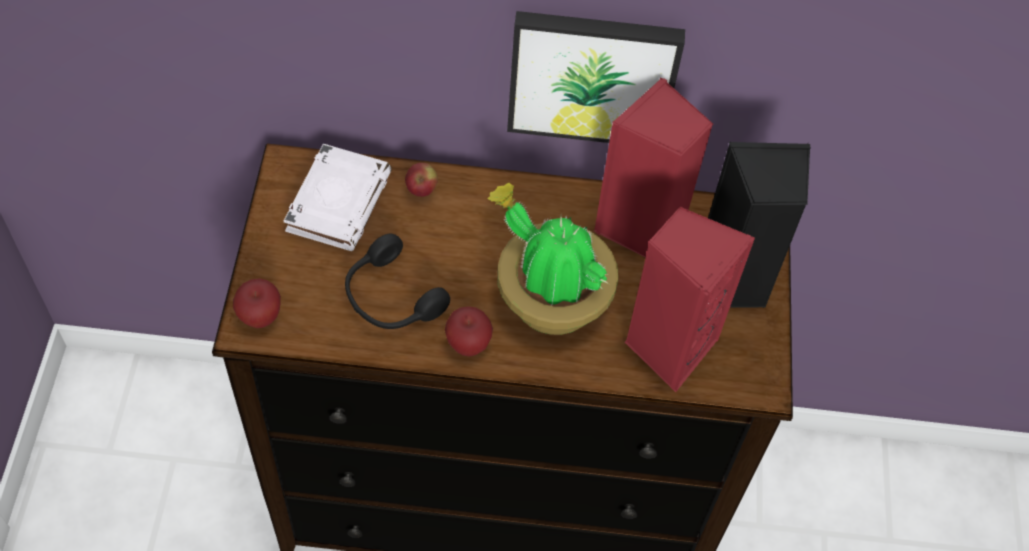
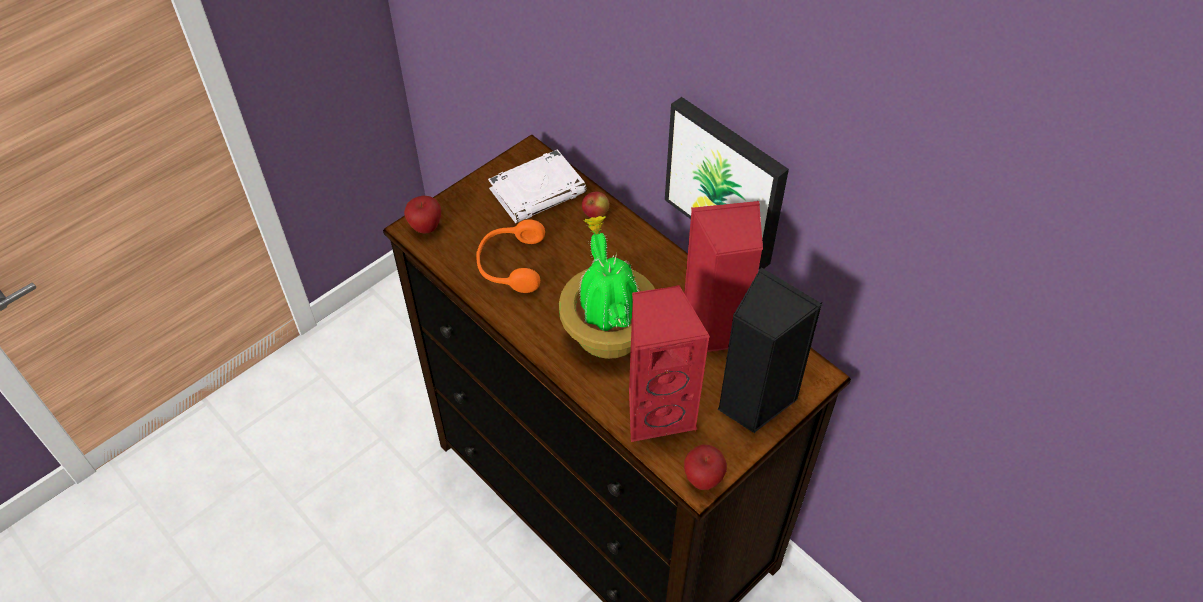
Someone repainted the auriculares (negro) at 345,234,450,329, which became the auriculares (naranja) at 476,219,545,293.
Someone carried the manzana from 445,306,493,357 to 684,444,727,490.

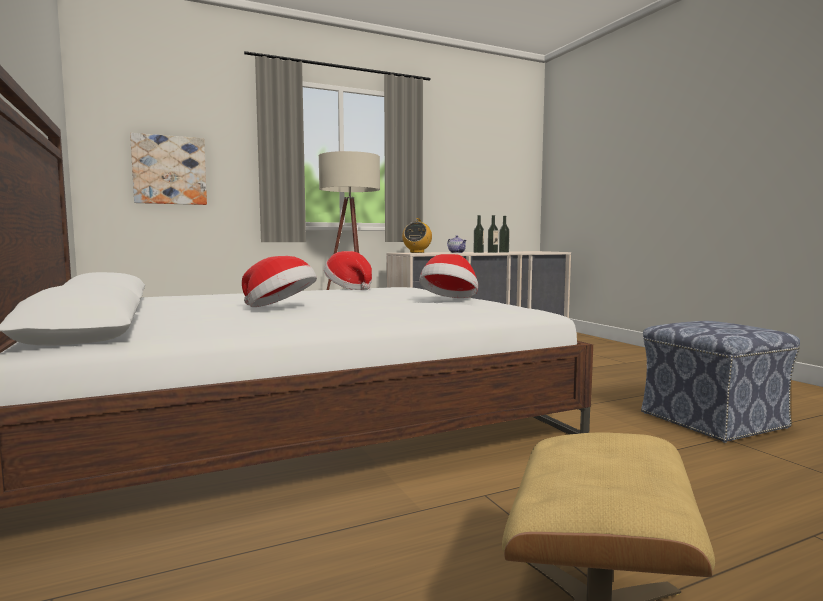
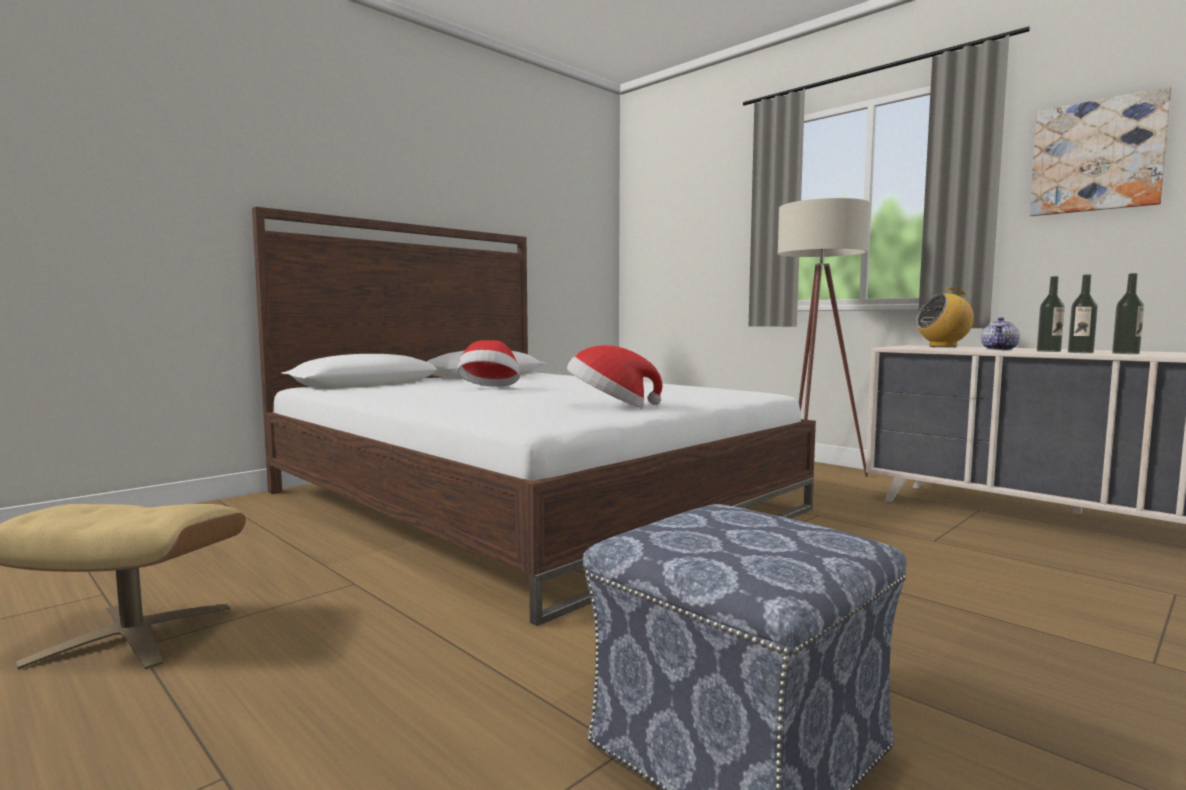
Someone carried the cuadro from 130,133,207,205 to 1029,86,1172,216.
Someone took away the sombrero at 324,251,372,290.

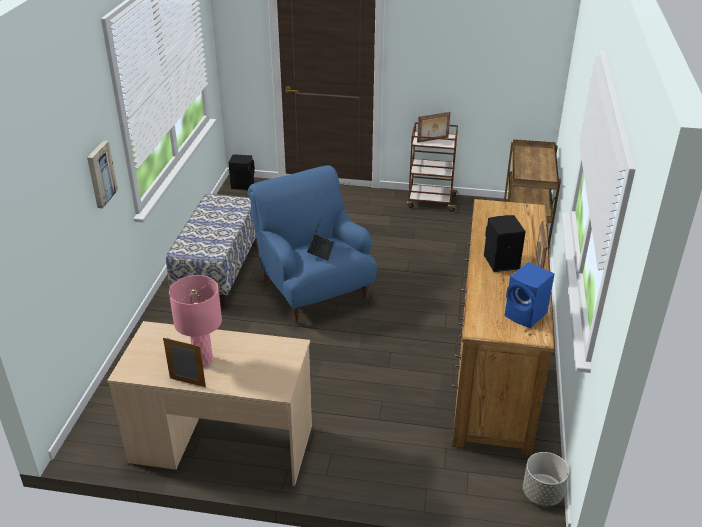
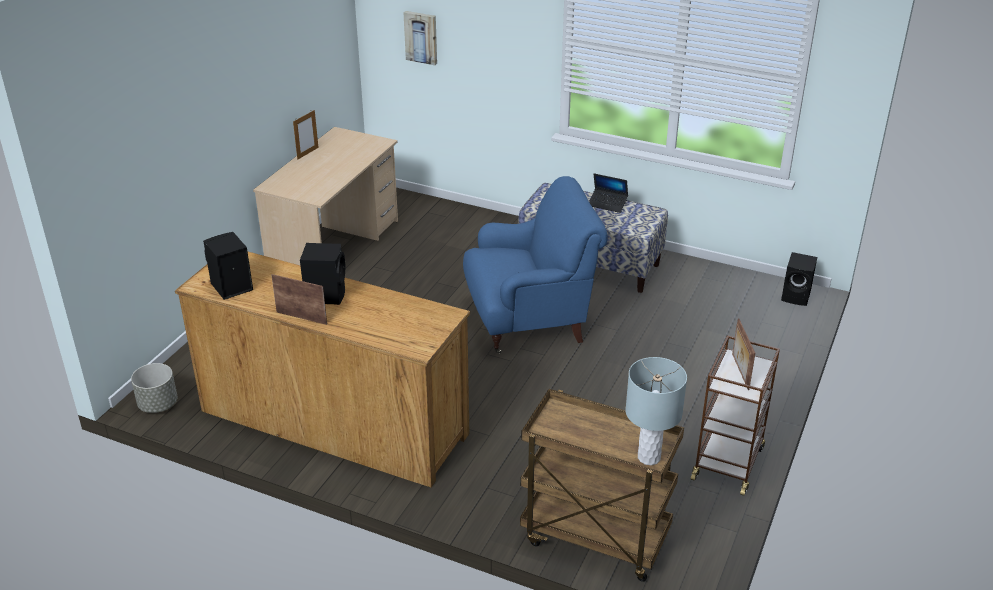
Someone repainted the altavoz (azul) at 504,262,555,328, which became the altavoz (negro) at 203,232,253,300.
Someone carried the cuadro from 87,140,118,208 to 403,11,437,65.
Someone carried the portátil from 307,219,334,260 to 589,173,628,213.
Someone put down the lámpara de mesa (gris) at 625,357,687,465.
Someone took away the lámpara de mesa (rosa) at 169,275,222,366.

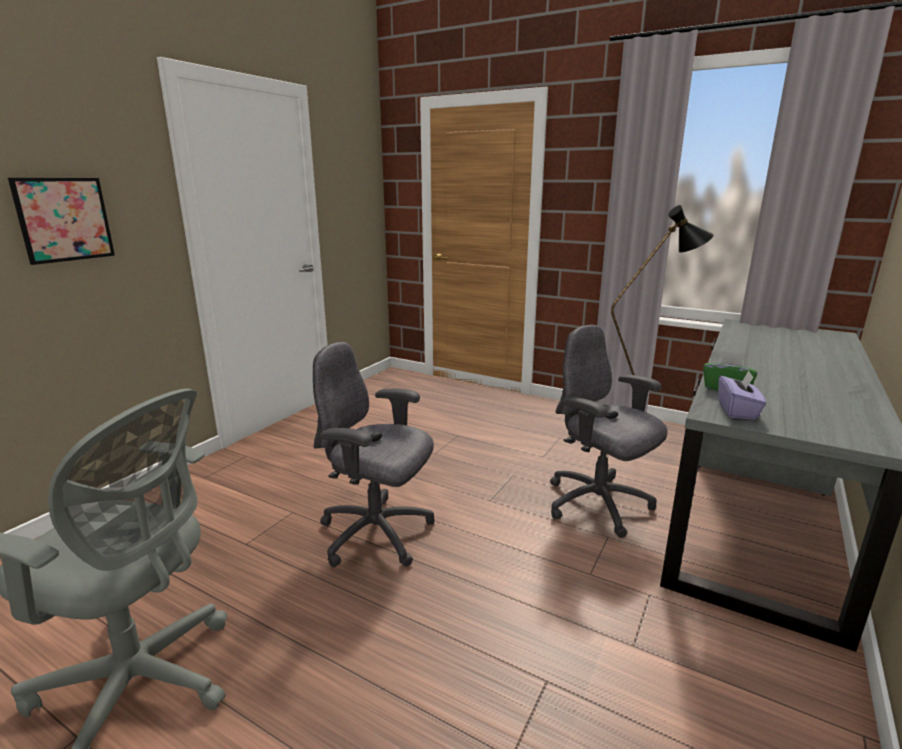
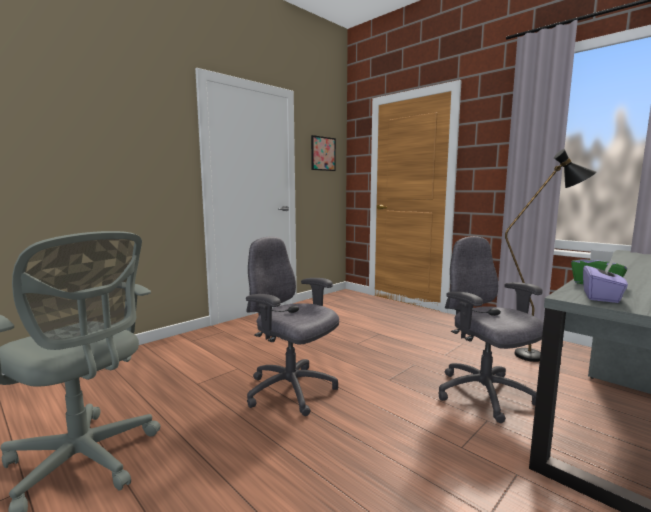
Someone carried the cuadro from 8,178,115,265 to 311,135,336,171.

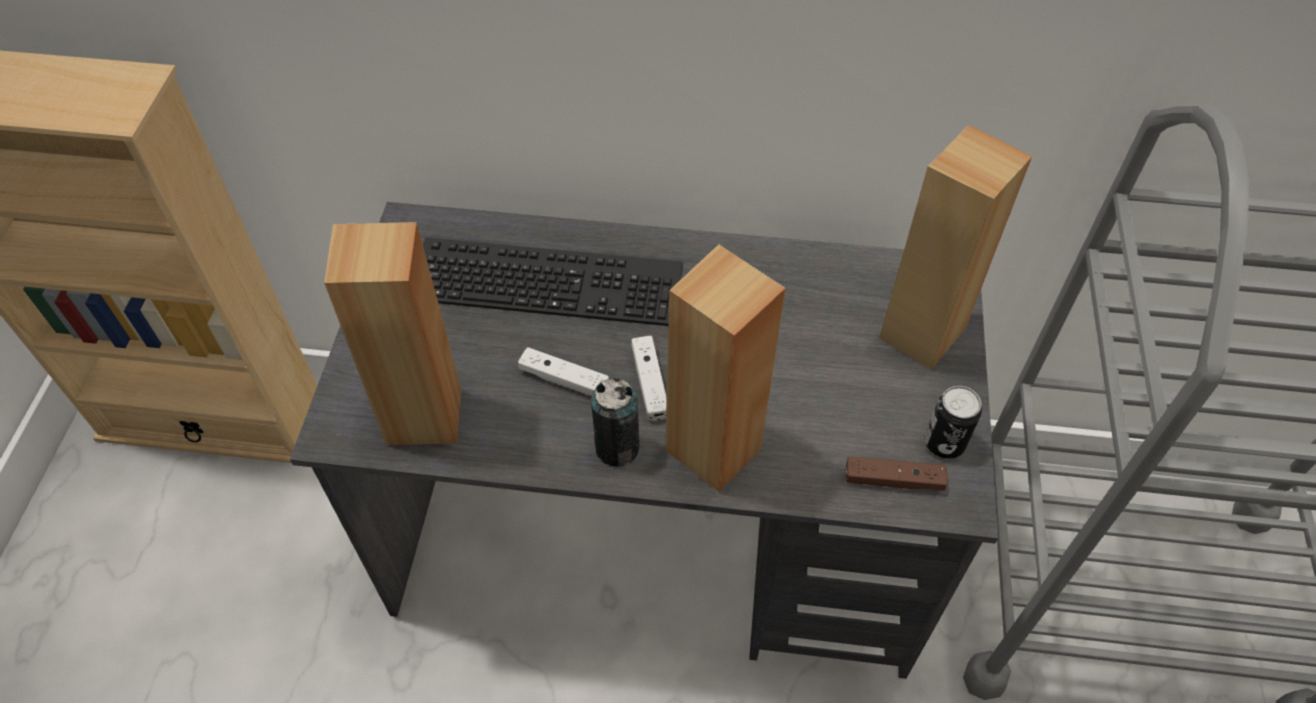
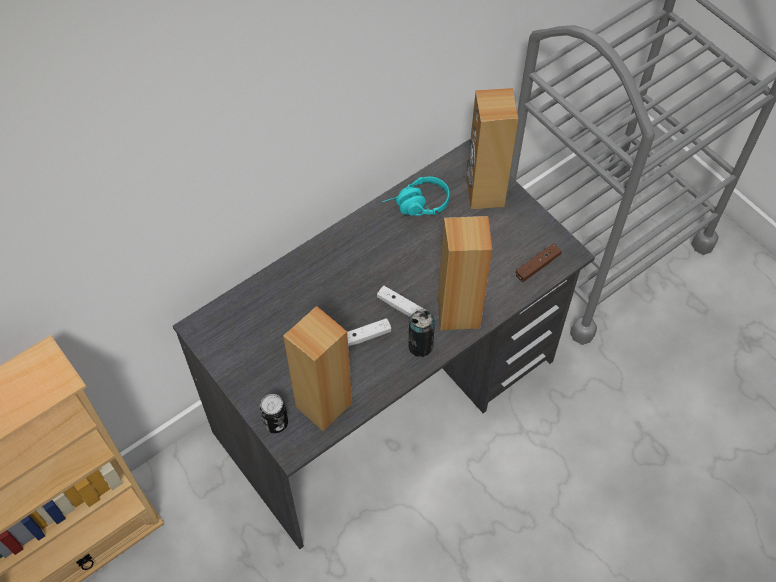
Someone carried the lata from 925,386,982,459 to 259,394,288,433.
Someone put down the auriculares (turquesa) at 382,177,450,216.
Someone took away the teclado at 423,237,683,326.

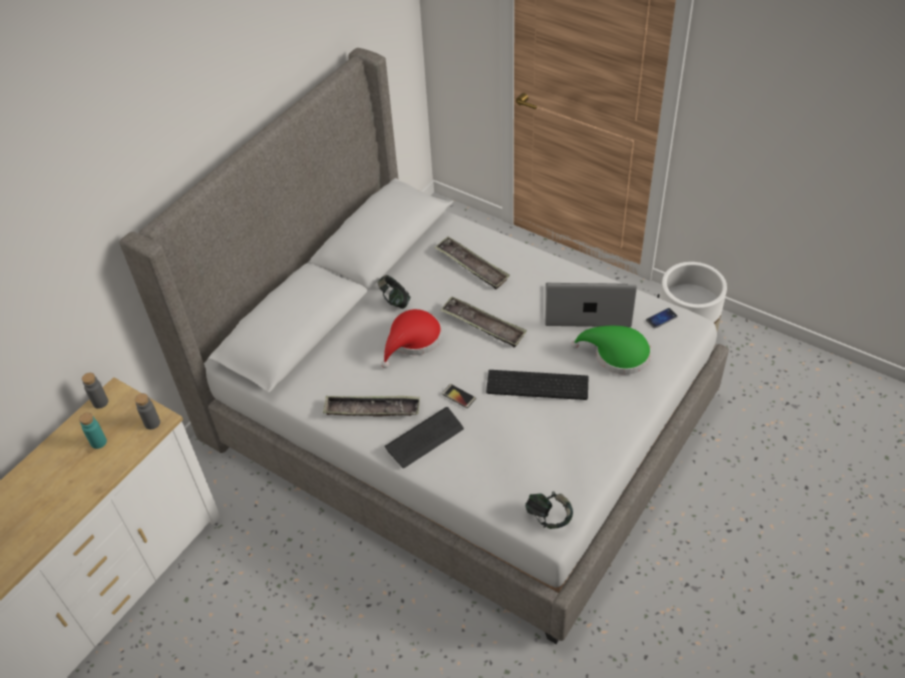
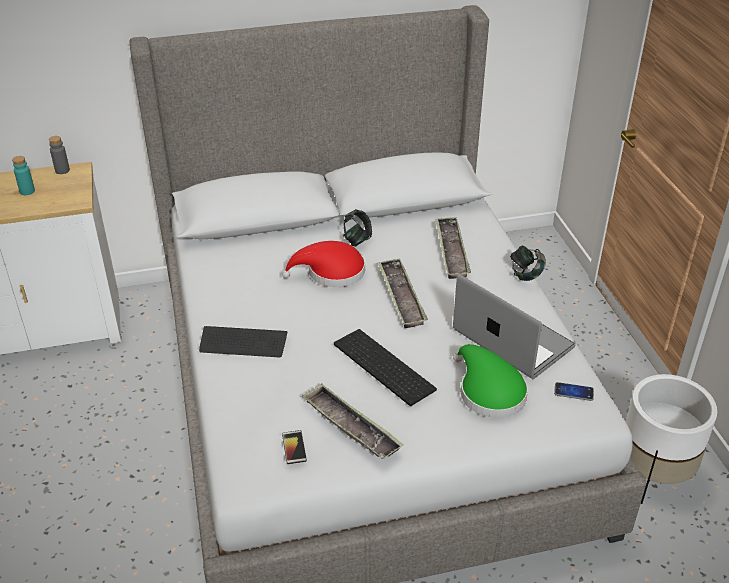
Someone carried the móvil from 442,384,476,408 to 282,430,307,464.
Someone carried the bandeja from 323,396,420,417 to 302,383,404,459.
Someone carried the auriculares from 525,491,573,529 to 510,246,546,281.
Someone took away the botella (gris) at 135,393,160,430.

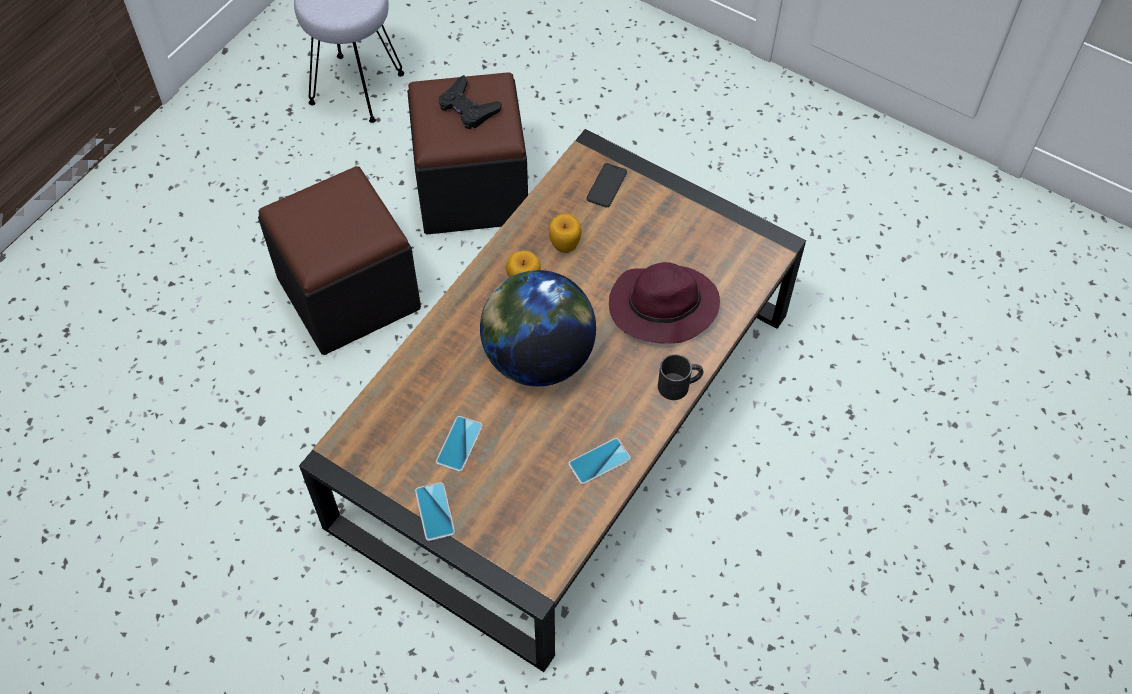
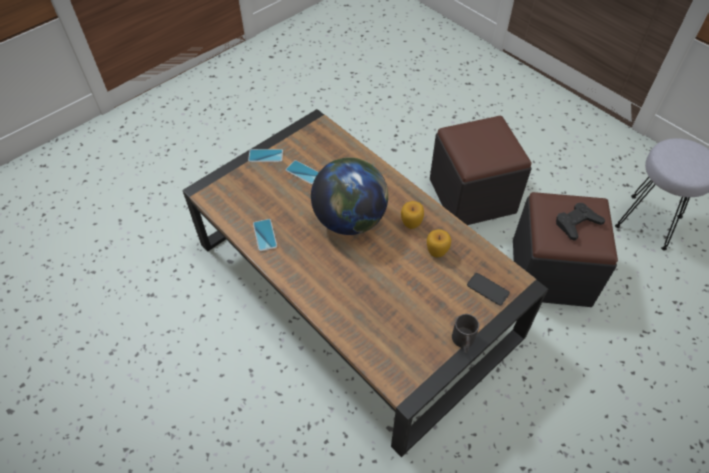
Someone carried the taza grande (negro) from 658,354,703,400 to 452,314,479,353.
Someone took away the sombrero (morado) at 609,262,720,344.

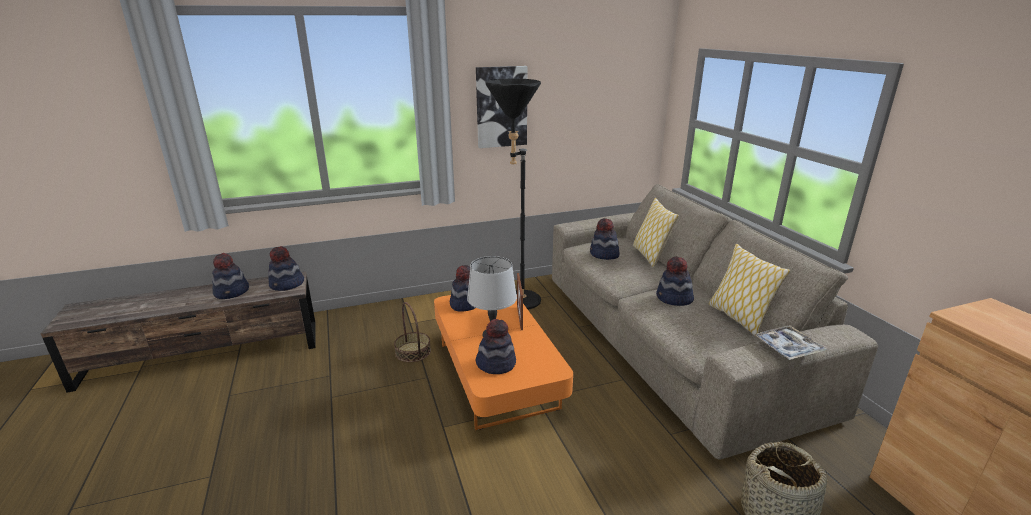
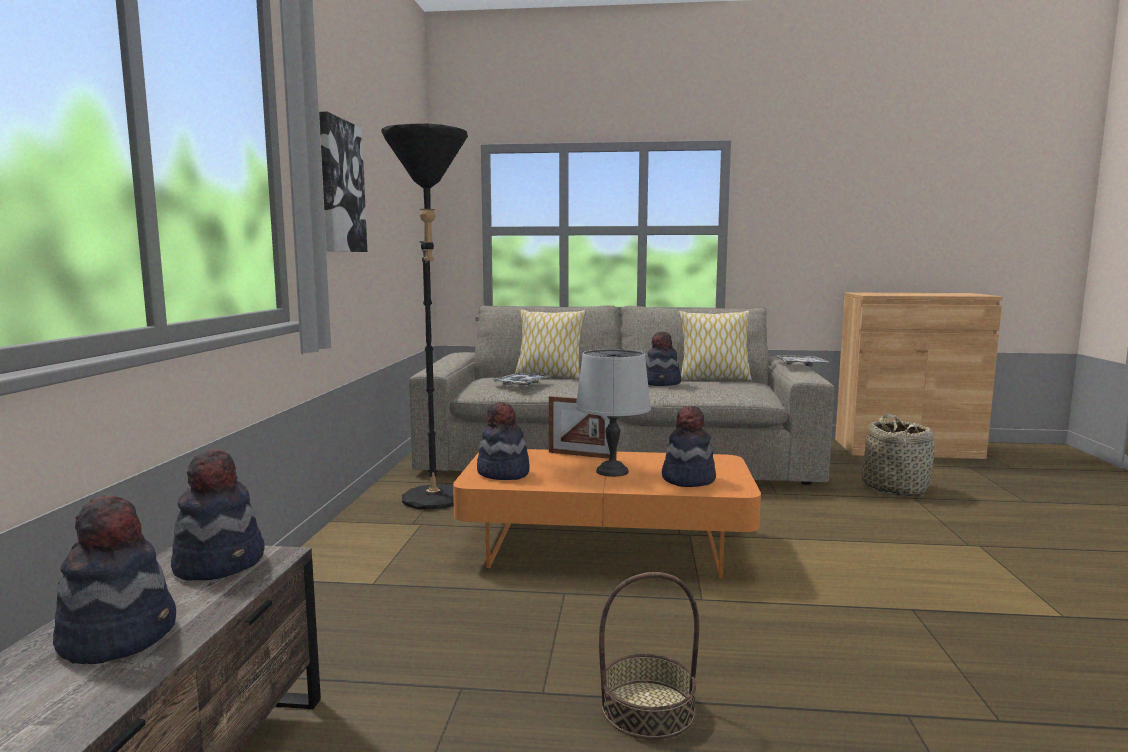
Someone swapped the sombrero at 590,218,619,260 for the bandeja at 492,373,551,385.
Someone carried the cesta from 394,302,431,362 to 599,572,699,740.

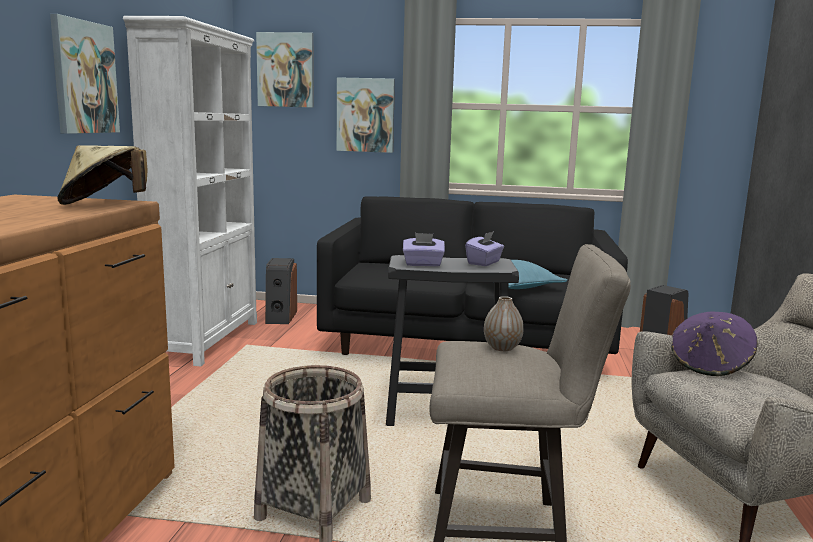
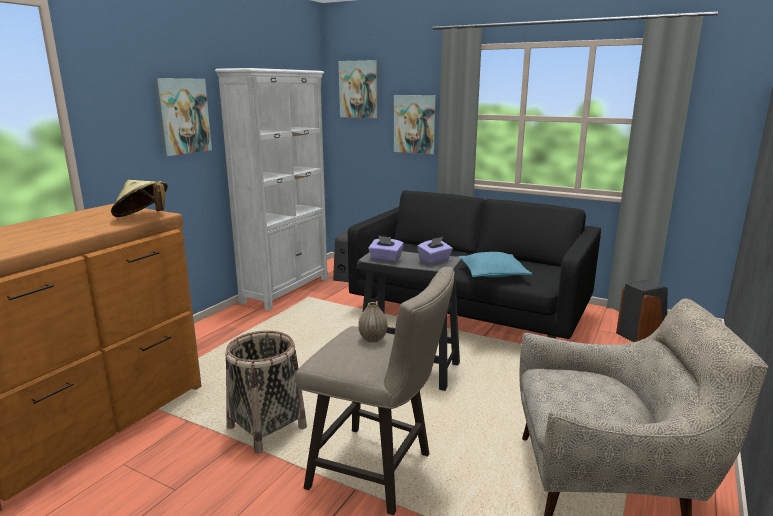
Someone took away the sombrero (morado) at 672,312,758,376.

